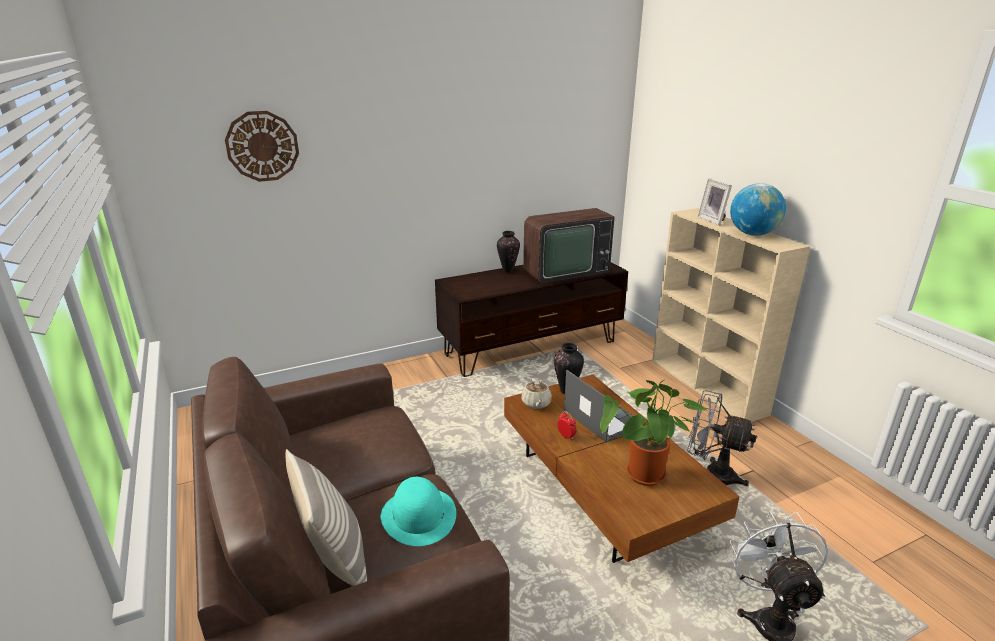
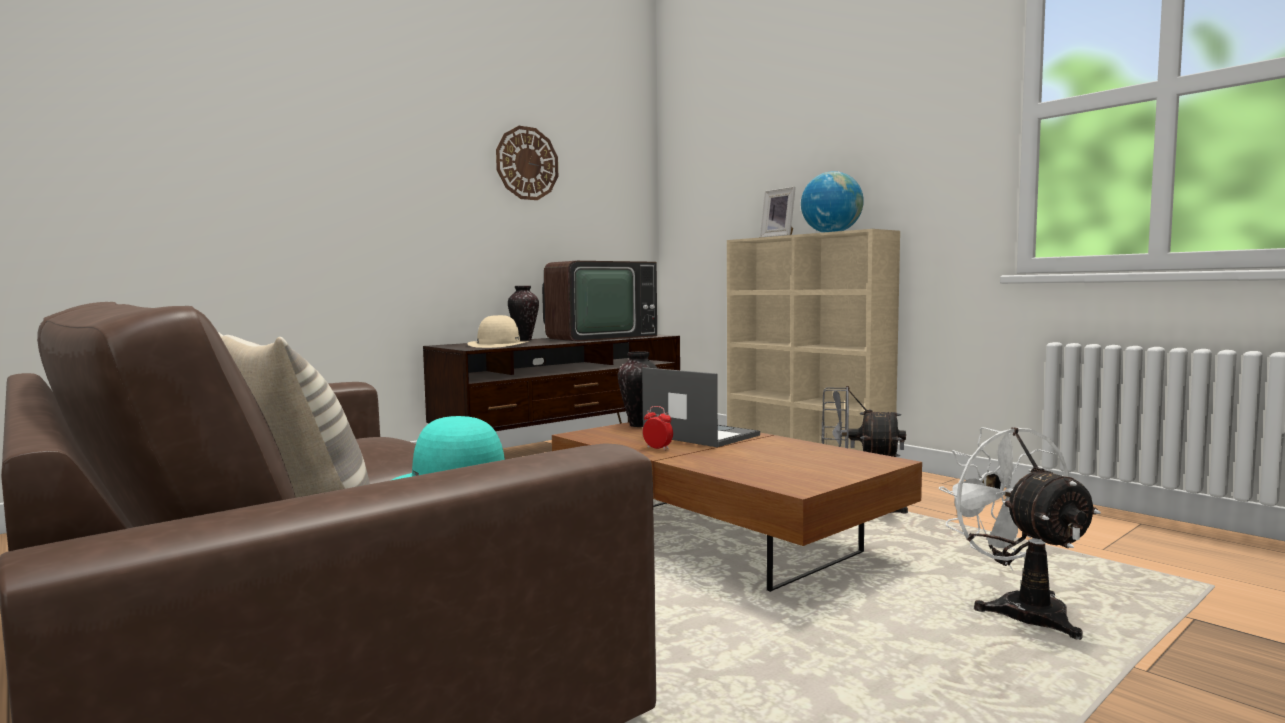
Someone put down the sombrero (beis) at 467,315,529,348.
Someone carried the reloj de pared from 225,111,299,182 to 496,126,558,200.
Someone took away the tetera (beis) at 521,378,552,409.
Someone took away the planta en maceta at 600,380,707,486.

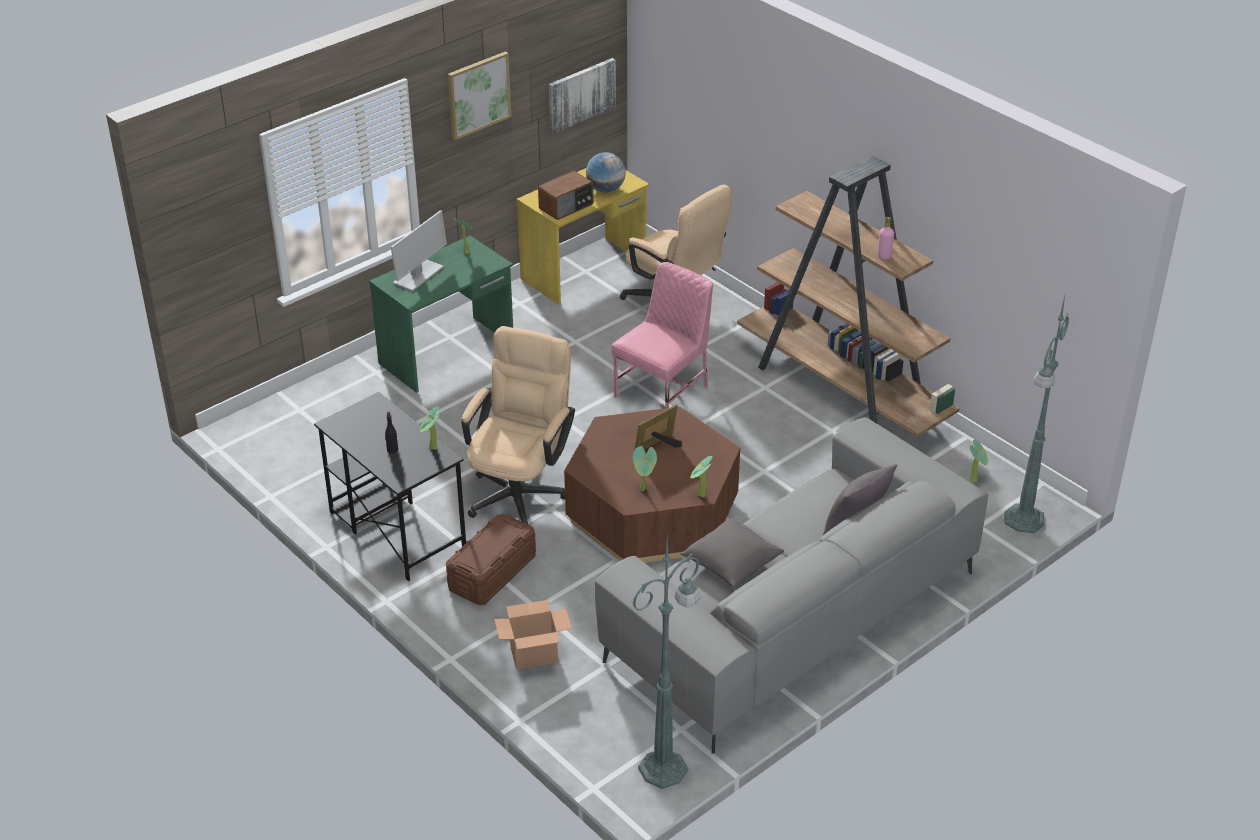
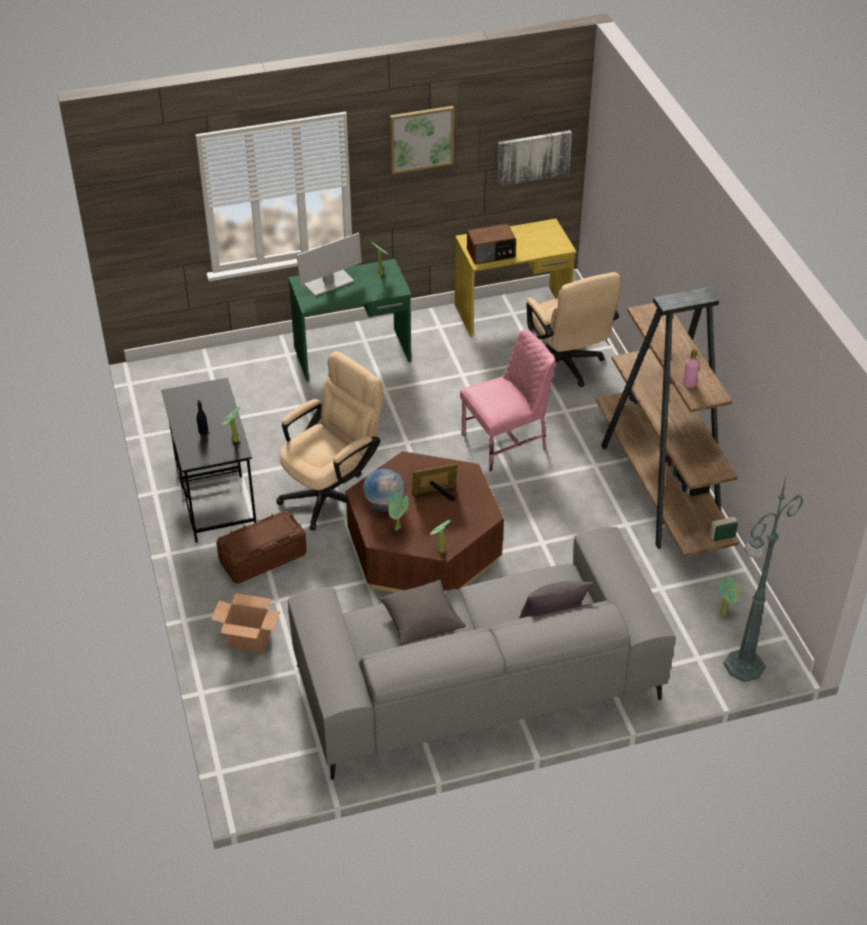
Someone carried the globo terráqueo from 586,152,626,193 to 363,469,405,511.
Someone took away the lámpara de pie (verde) at 632,535,700,789.

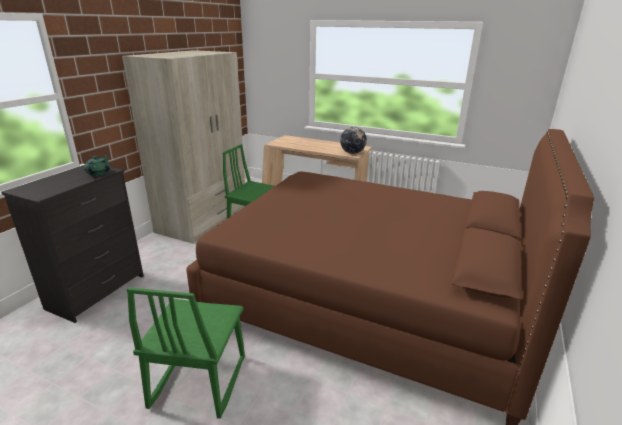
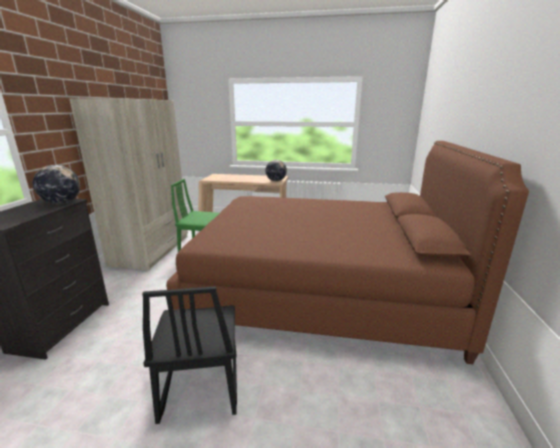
Someone swapped the tetera (verde) at 84,154,110,176 for the globo terráqueo at 33,165,80,204.
Someone repainted the silla (verde) at 126,287,245,419, which became the silla (negro) at 142,287,237,424.

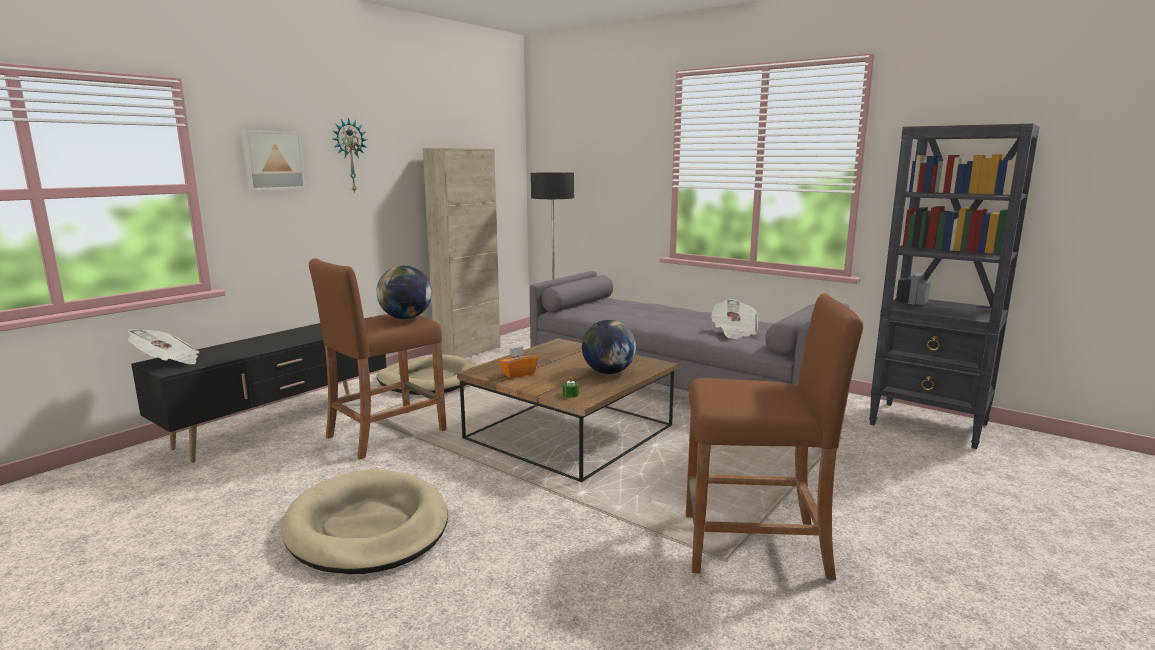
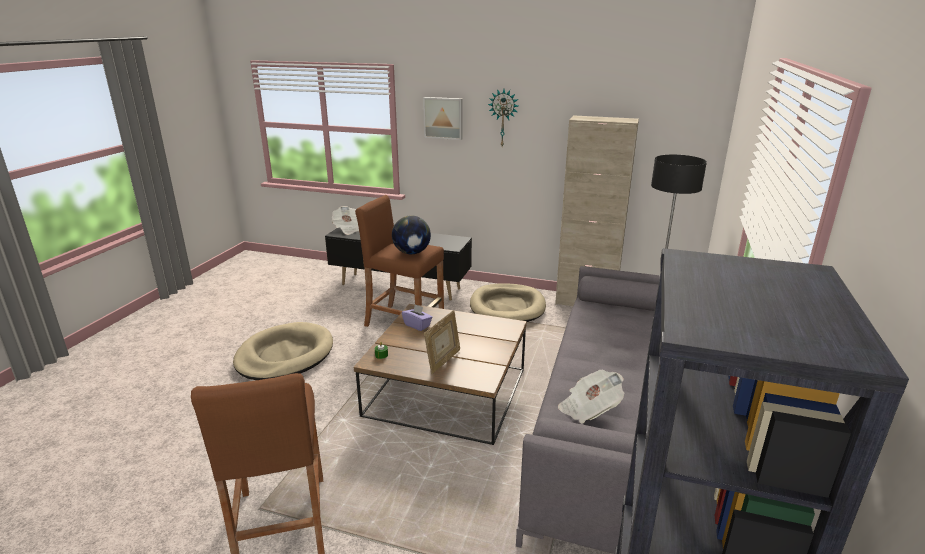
Someone repainted the caja de pañuelos (naranja) at 499,347,538,378, which became the caja de pañuelos (morado) at 402,304,433,331.
Someone swapped the globo terráqueo at 582,320,636,374 for the portarretratos at 424,310,460,374.

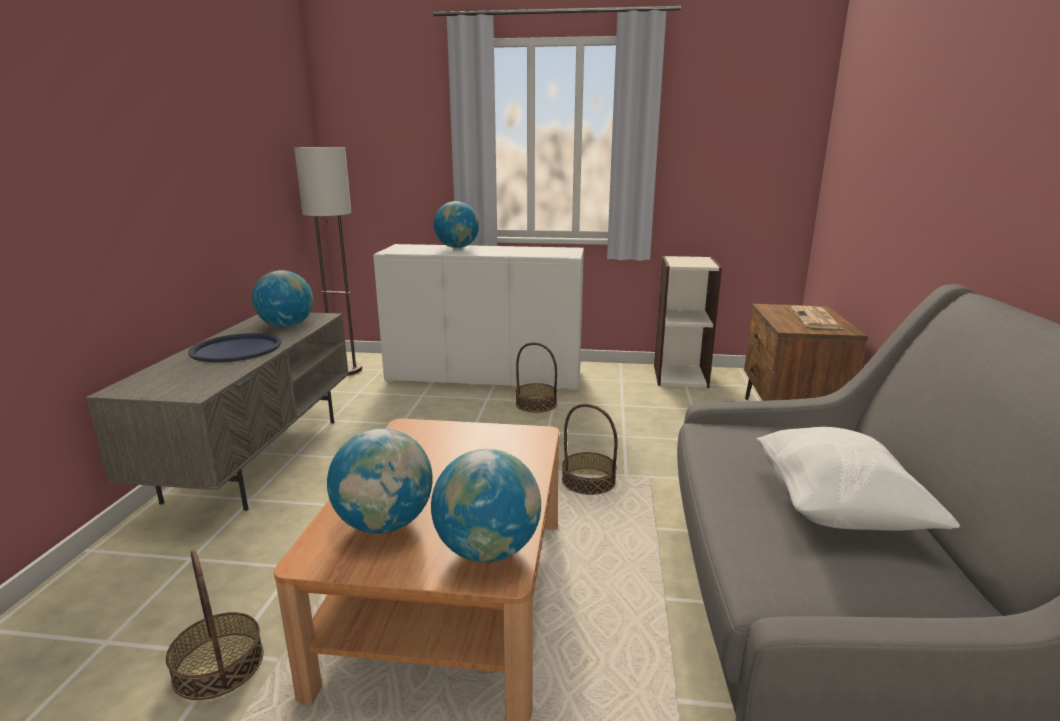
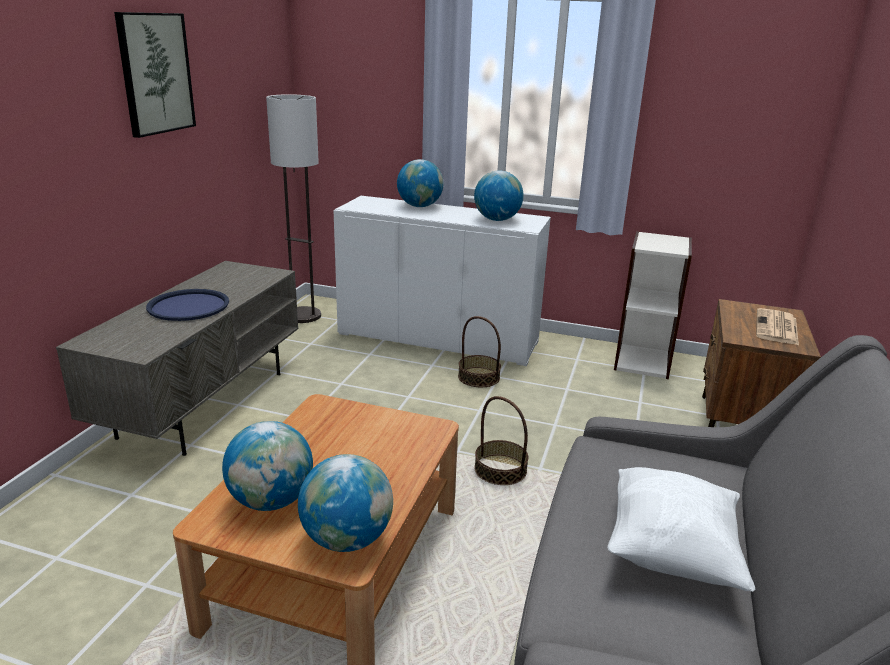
Someone put up the cuadro at 114,12,196,138.
Someone carried the globo terráqueo from 252,270,313,328 to 474,170,524,221.
Someone took away the cesta at 166,550,264,700.

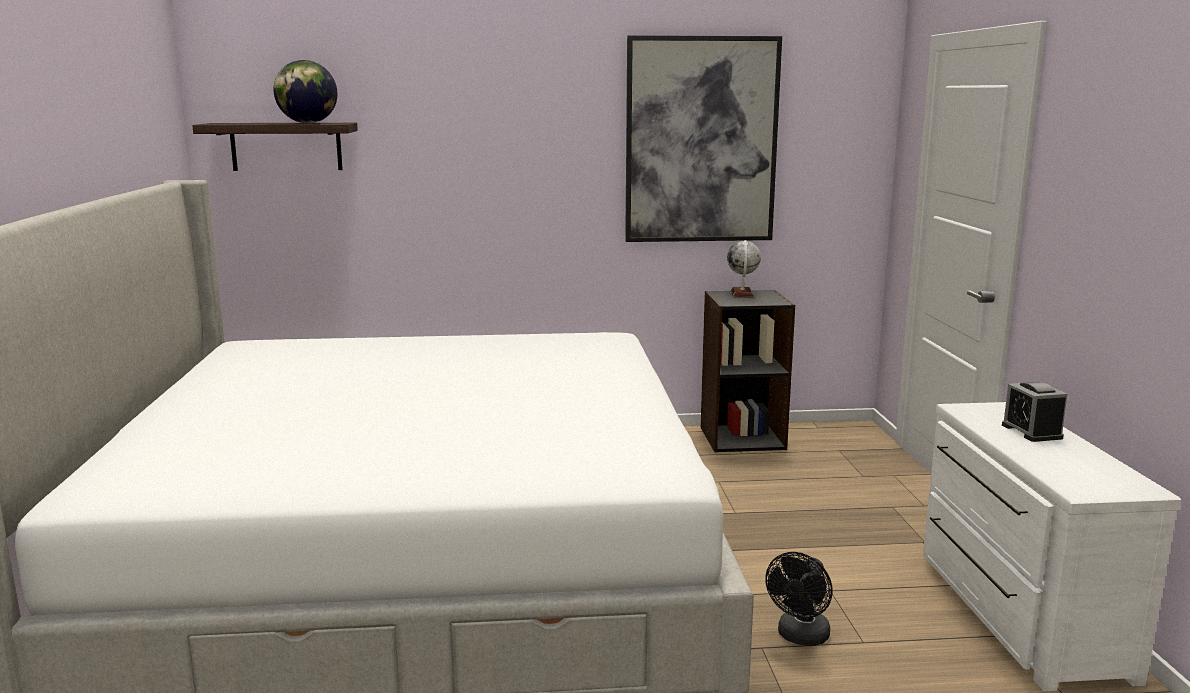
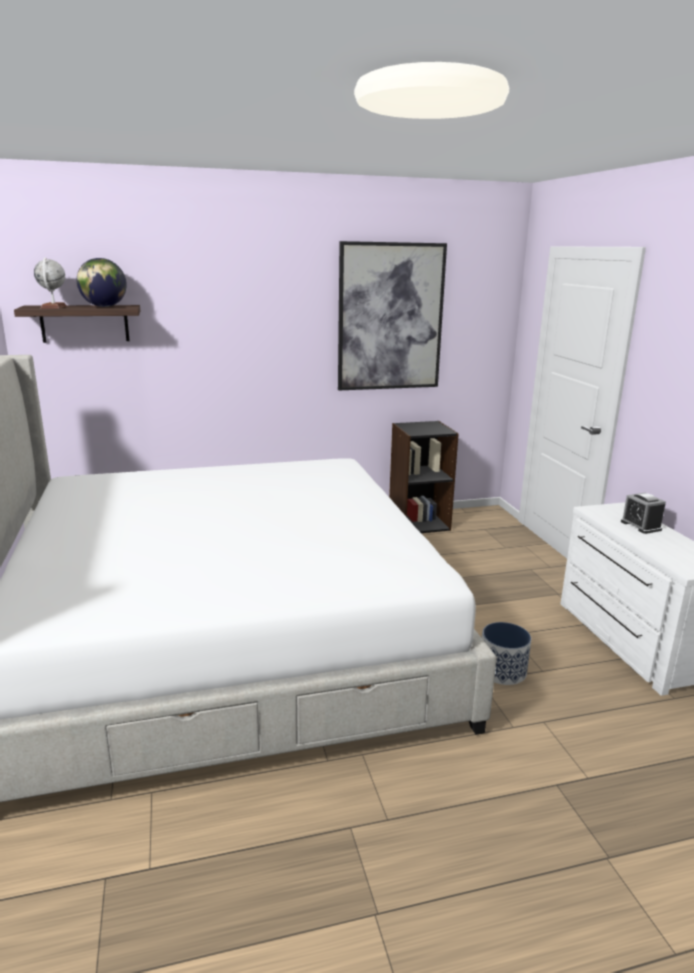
Someone carried the globo terráqueo from 727,240,761,298 to 34,257,67,309.
Someone swapped the ventilador (negro) at 765,552,833,646 for the maceta at 482,622,531,685.

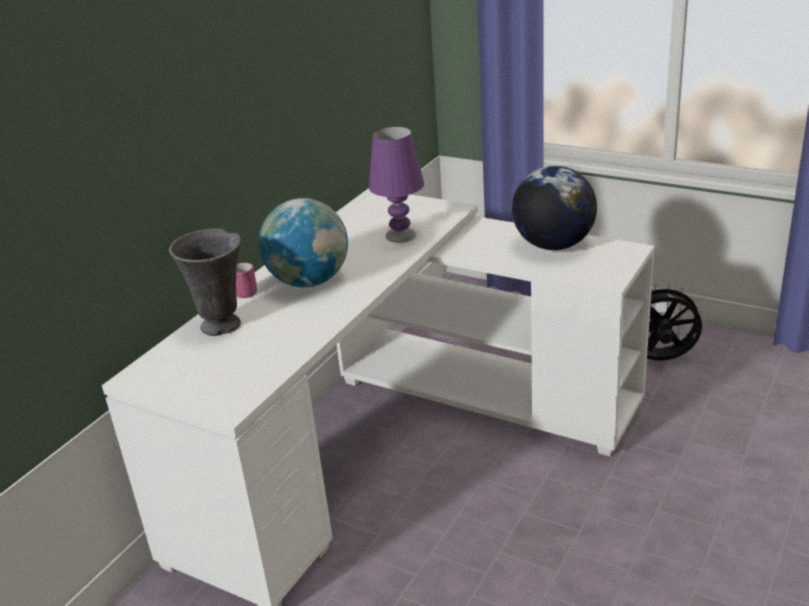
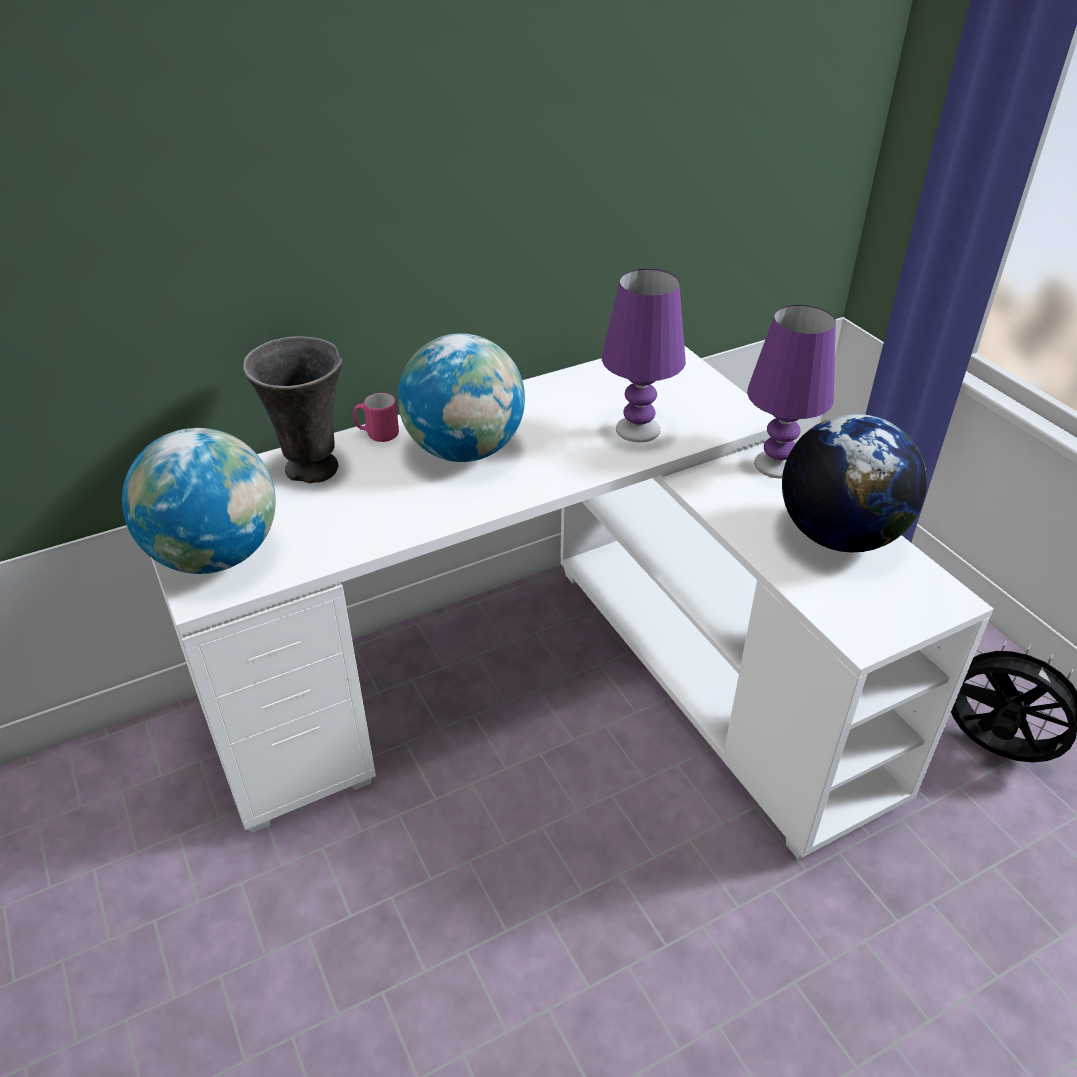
Someone put down the globo terráqueo at 122,428,276,574.
Someone put down the lámpara de mesa (morado) at 747,305,836,478.

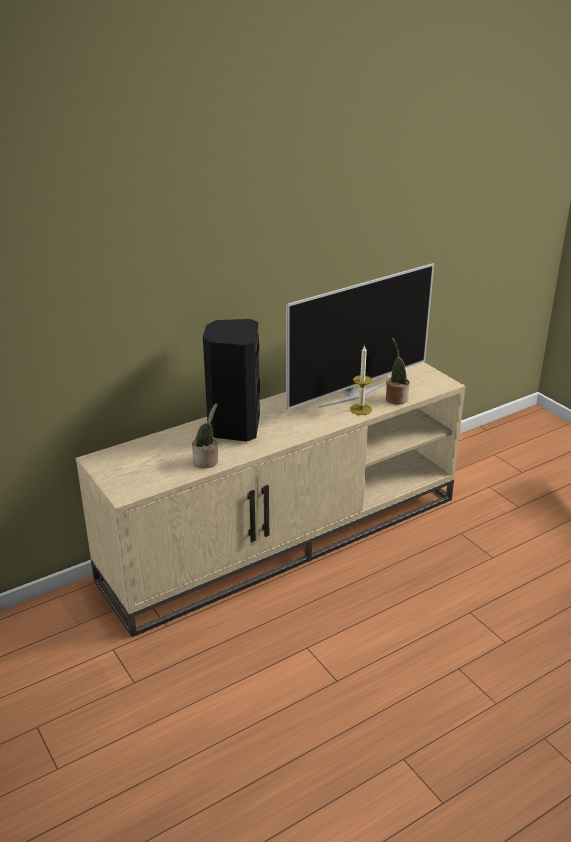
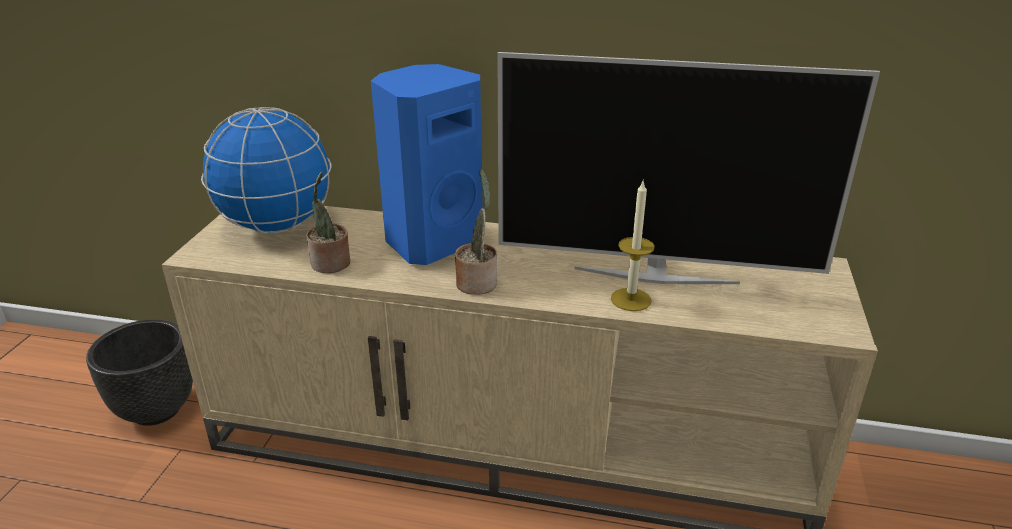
Someone put down the maceta (negro) at 86,319,193,426.
Someone put down the globo terráqueo at 201,107,332,234.
Someone repainted the altavoz (negro) at 203,319,260,441, which became the altavoz (azul) at 371,64,483,265.
Someone carried the planta en maceta from 386,337,410,405 to 455,169,497,295.

